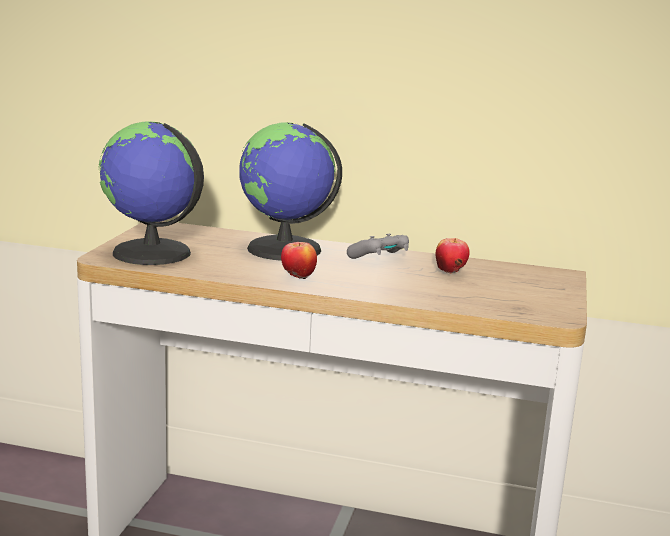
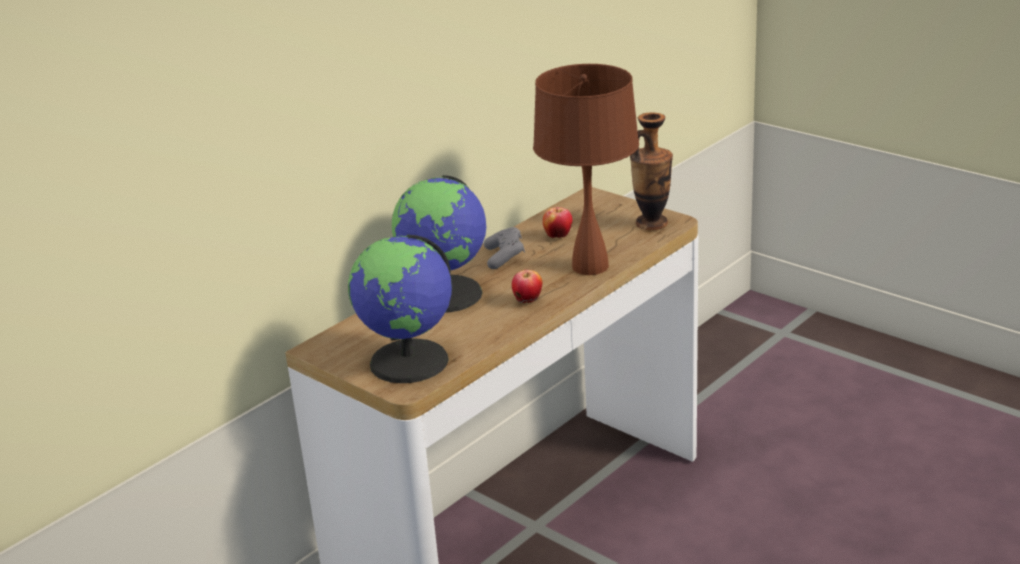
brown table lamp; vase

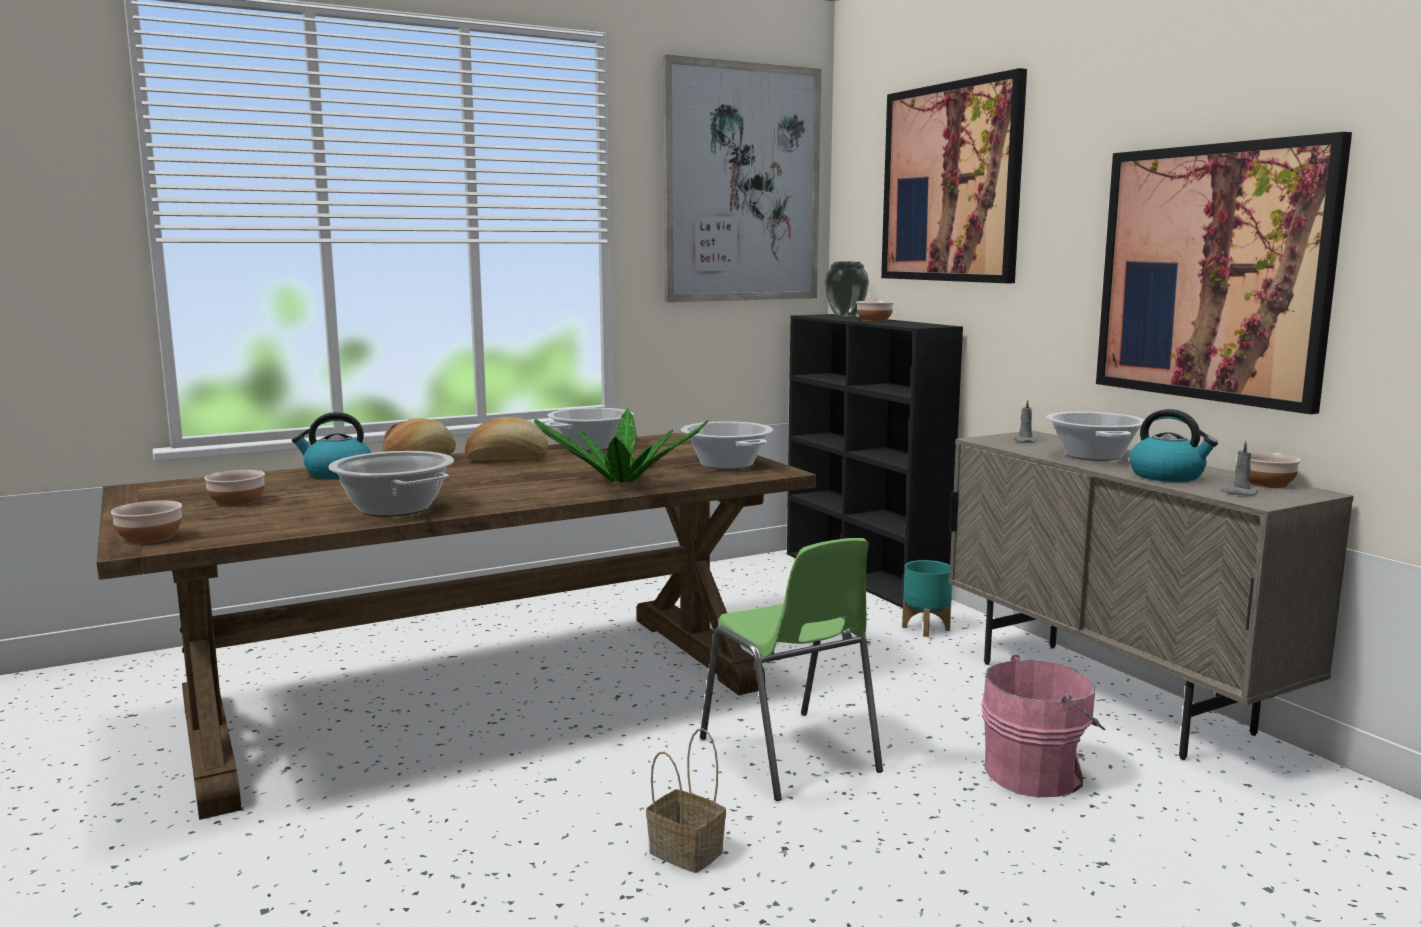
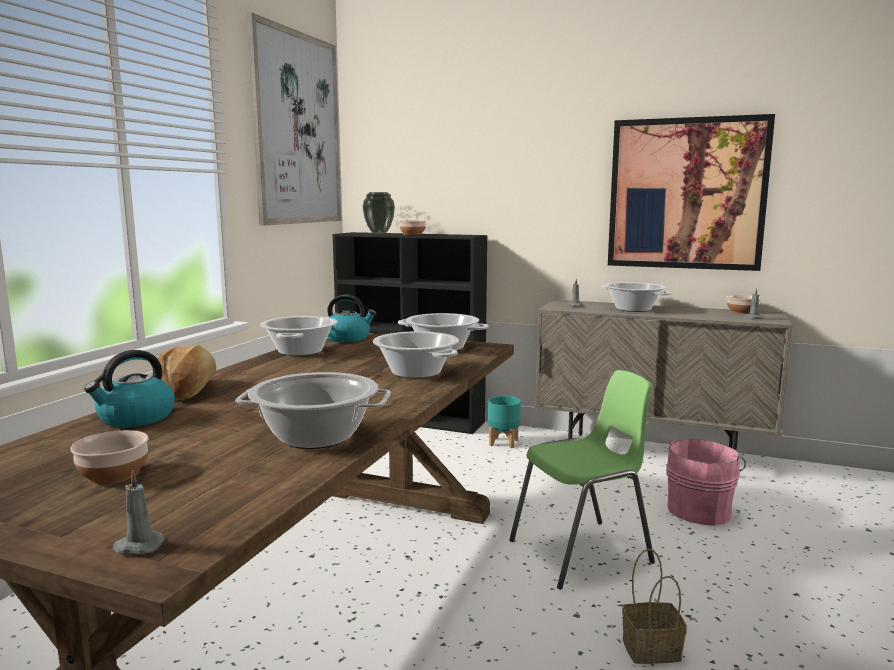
picture (2nd from left in the first image); cooking pot (3rd from left); kettle (2nd from left); bread (2nd from left in the first image); grey candle (1st from left); green chair

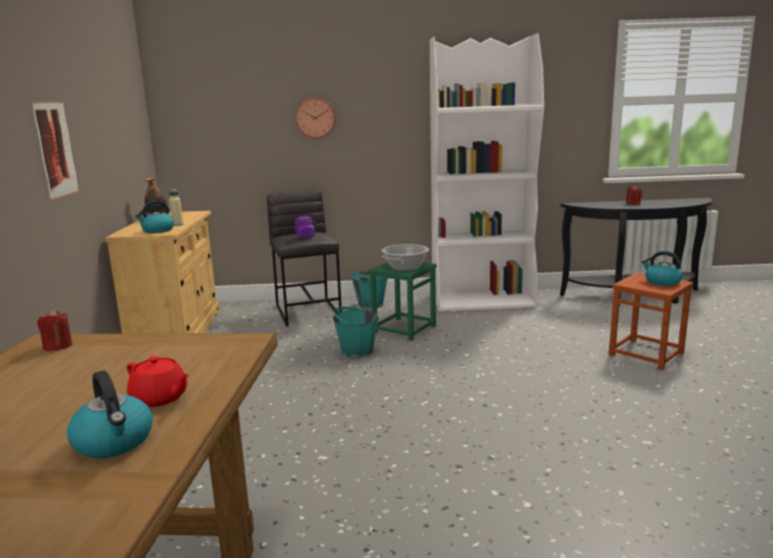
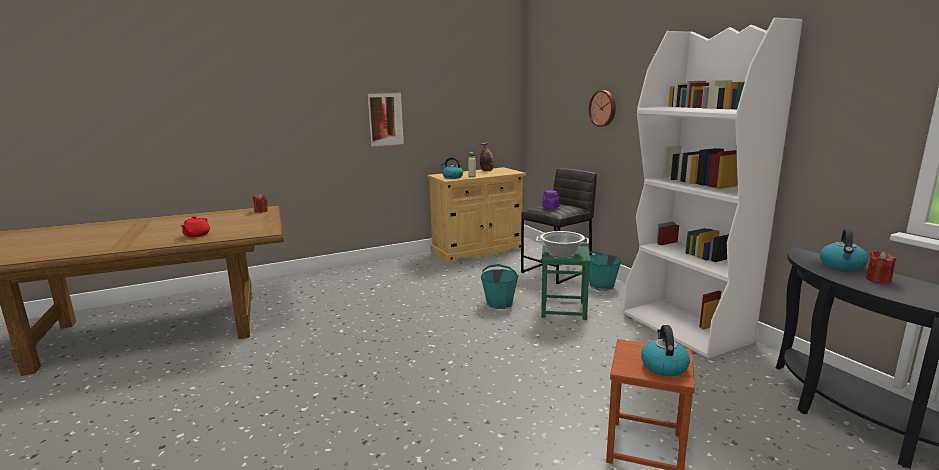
kettle (3rd from left)

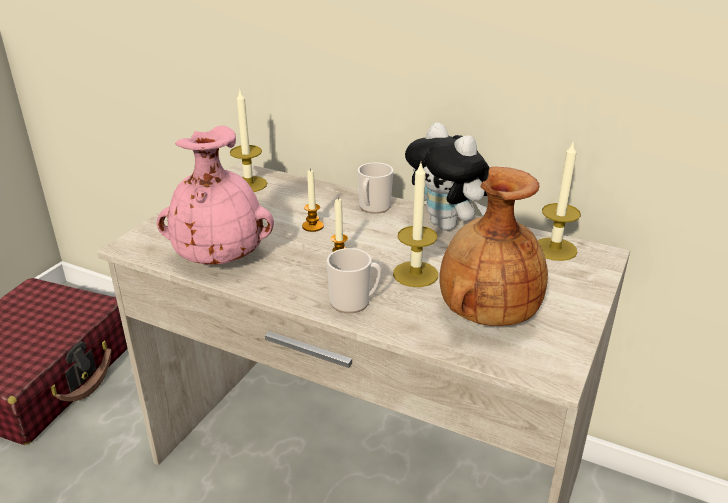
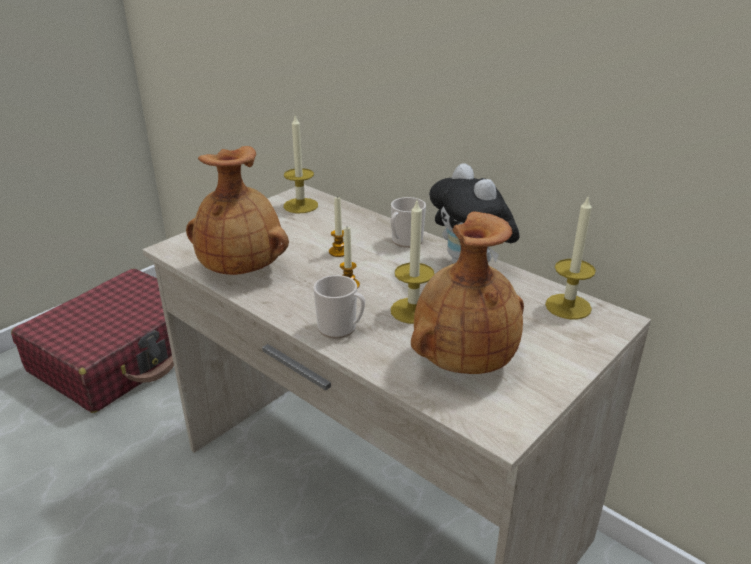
brown vase (1st from left)

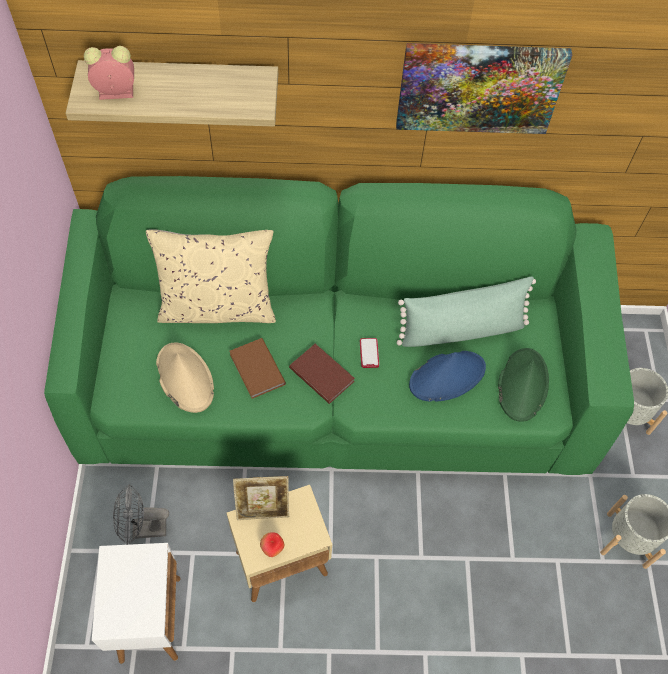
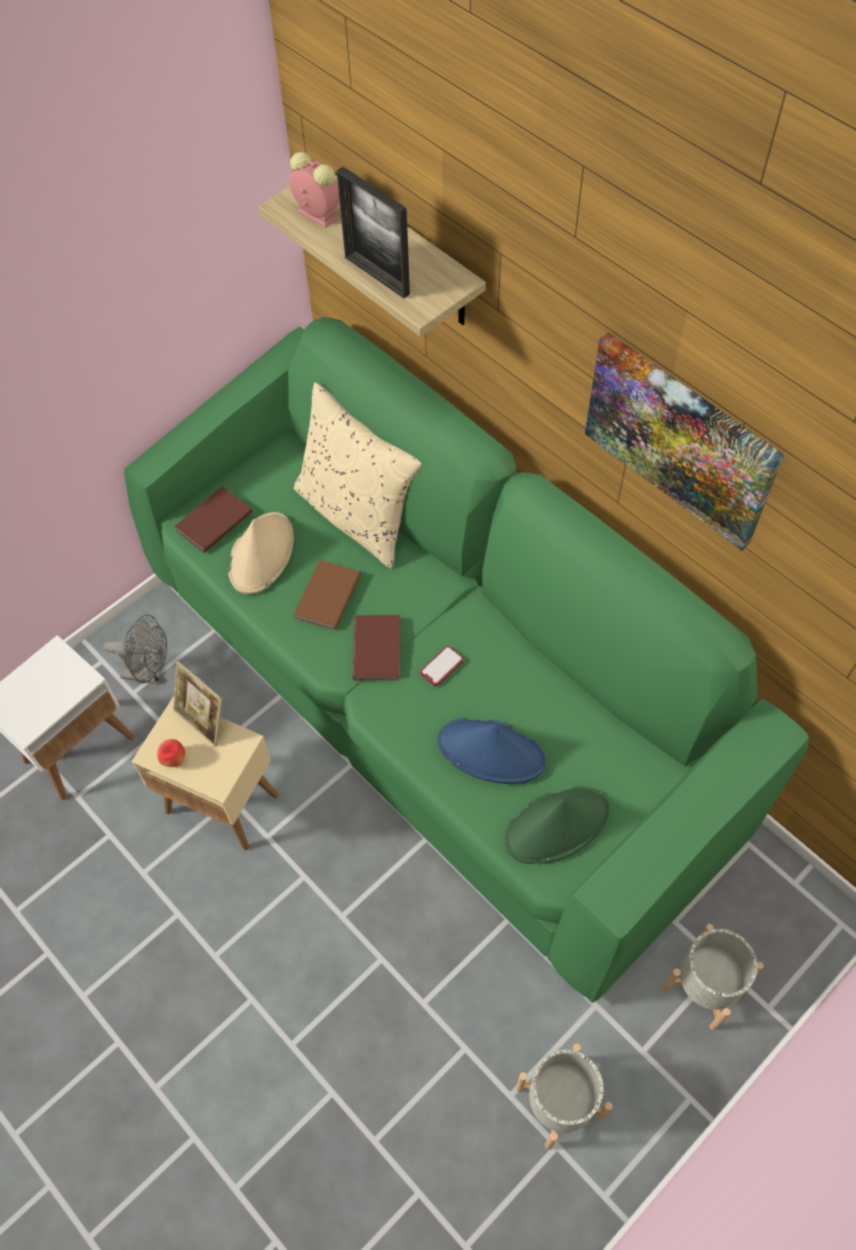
green pillow; grey fan; picture frame (2nd from left); brown book (1st from left)

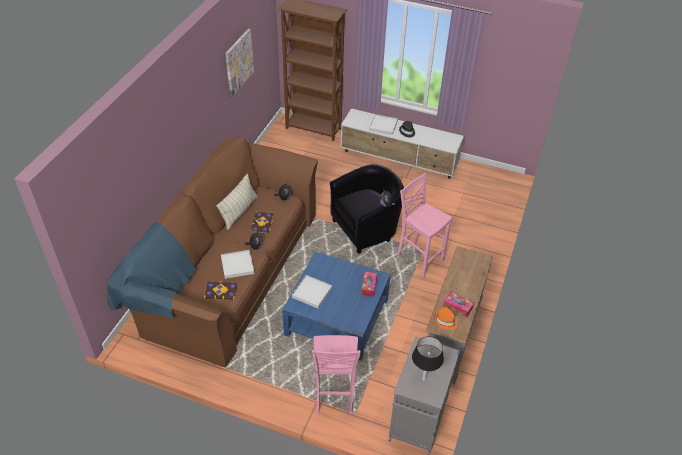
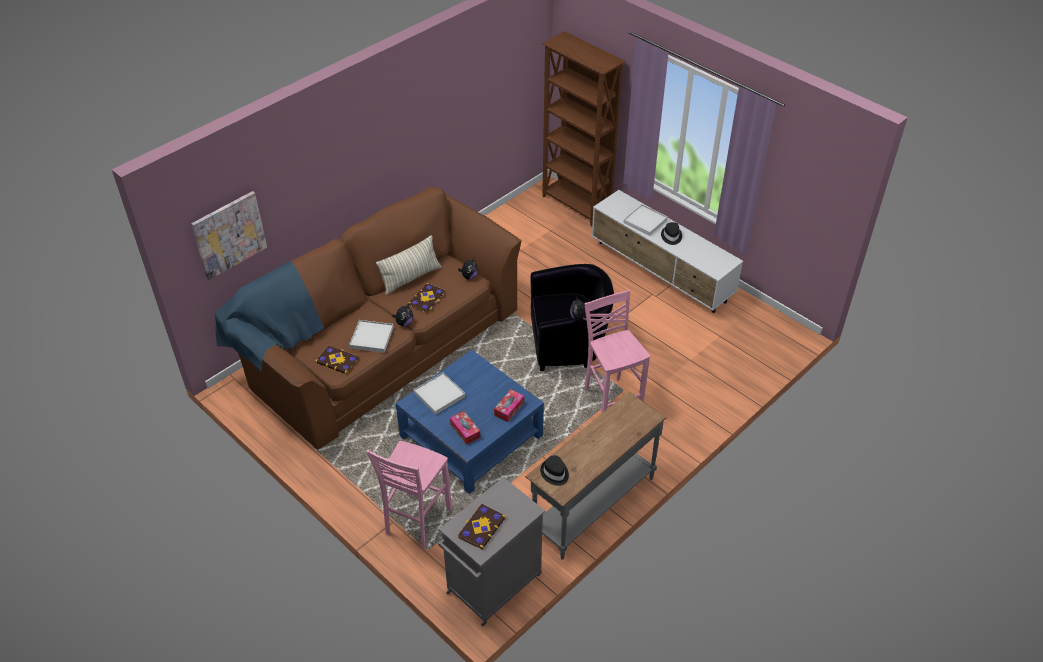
picture; tissue box (1st from left); black hat (1st from left); book (3rd from left)

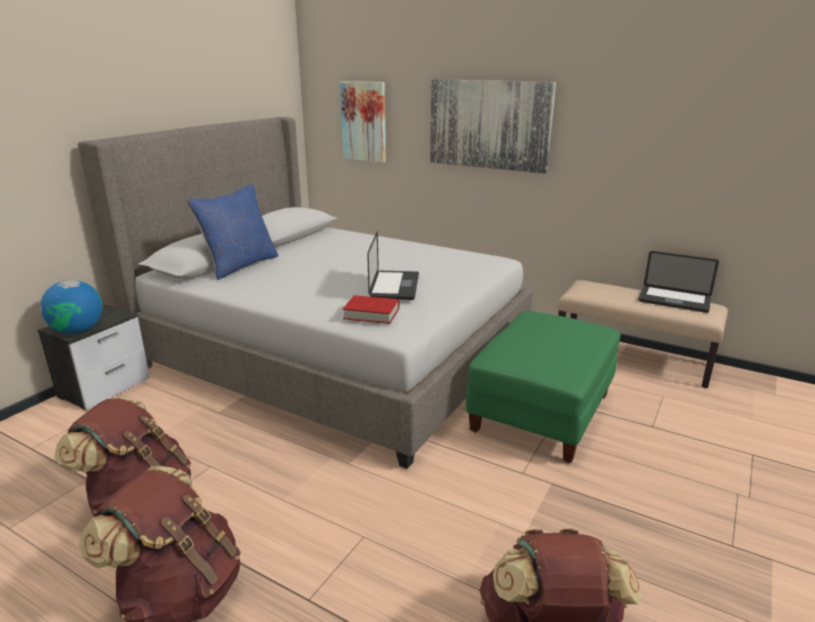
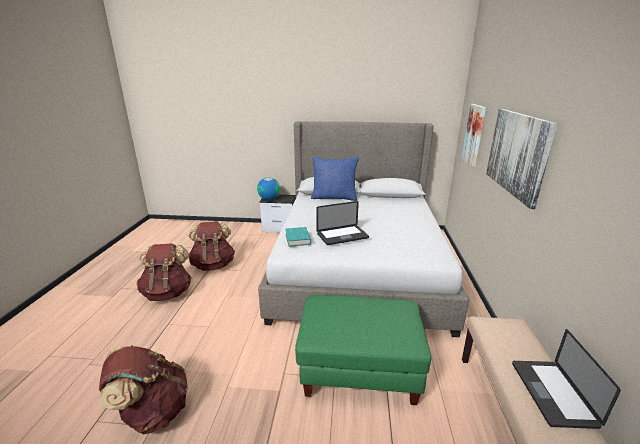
turquoise book

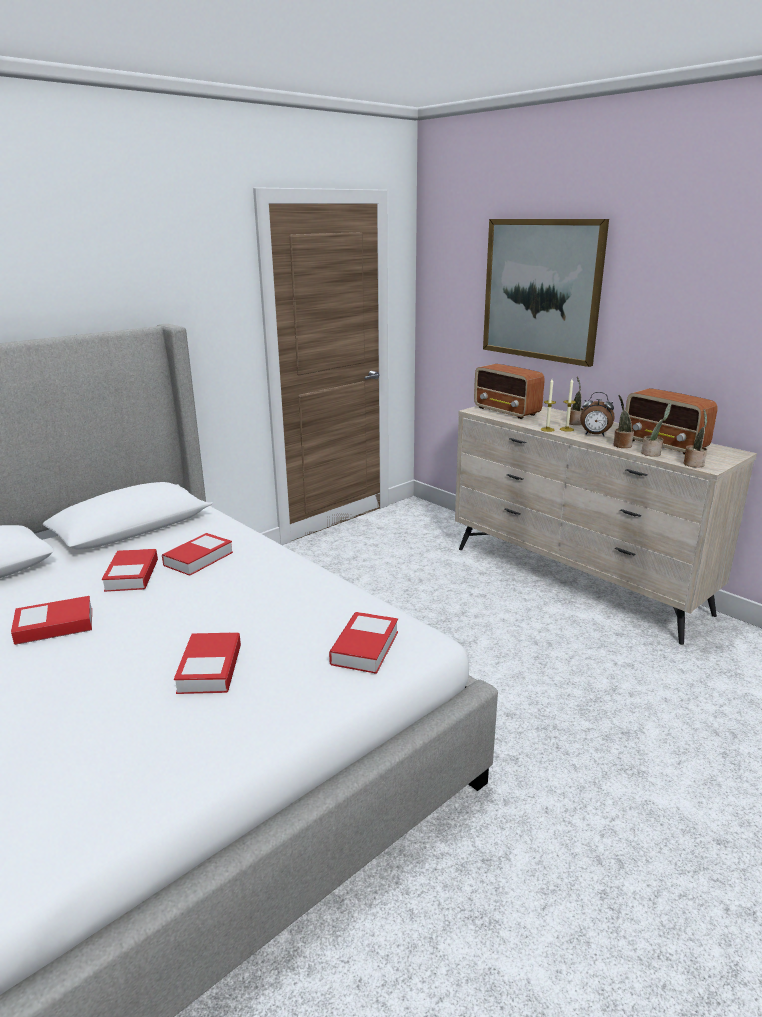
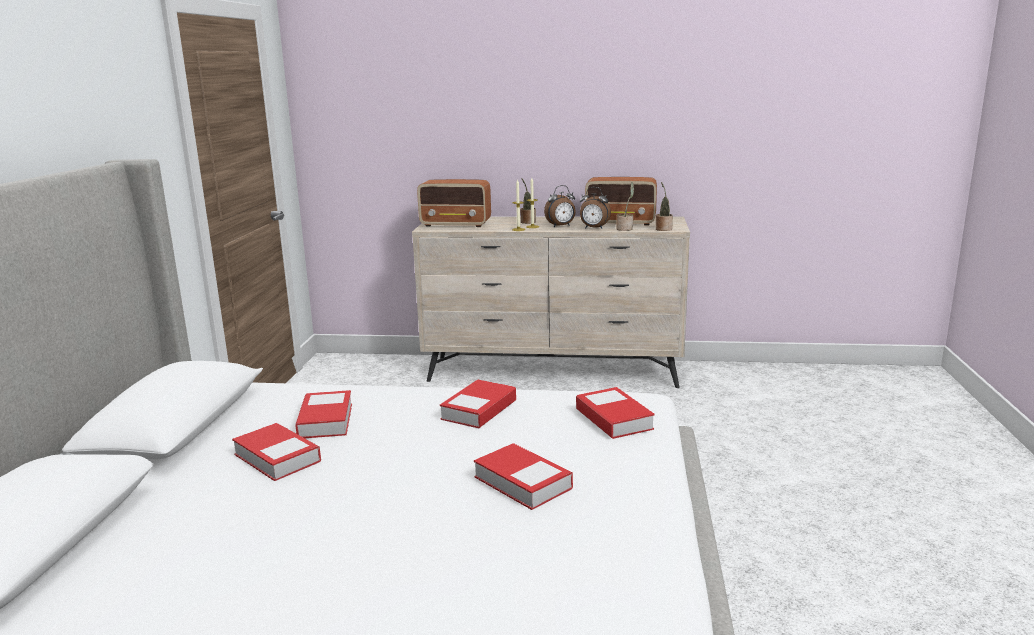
picture; alarm clock (2nd from left); book (3rd from left)

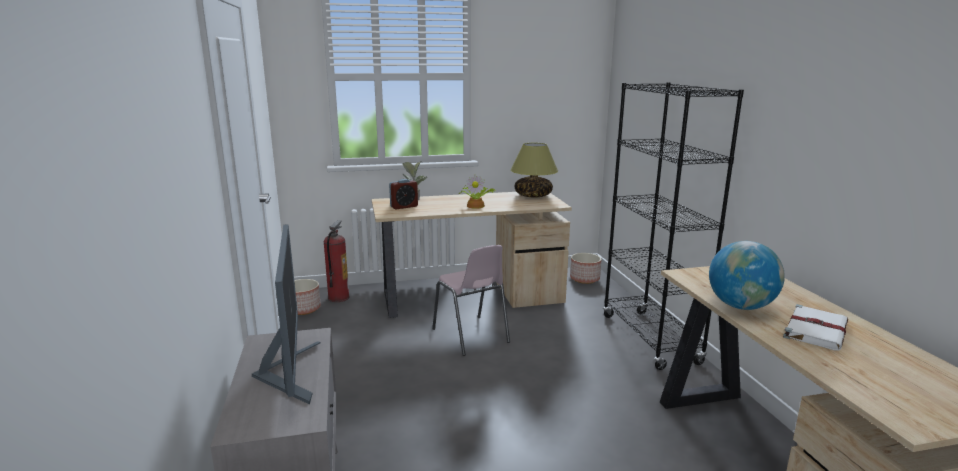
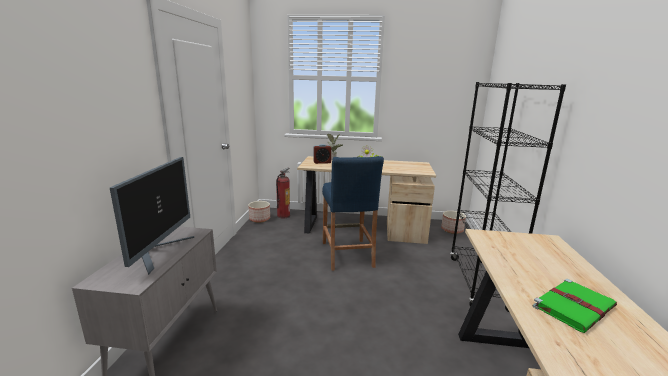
table lamp; globe; blue stool; green book

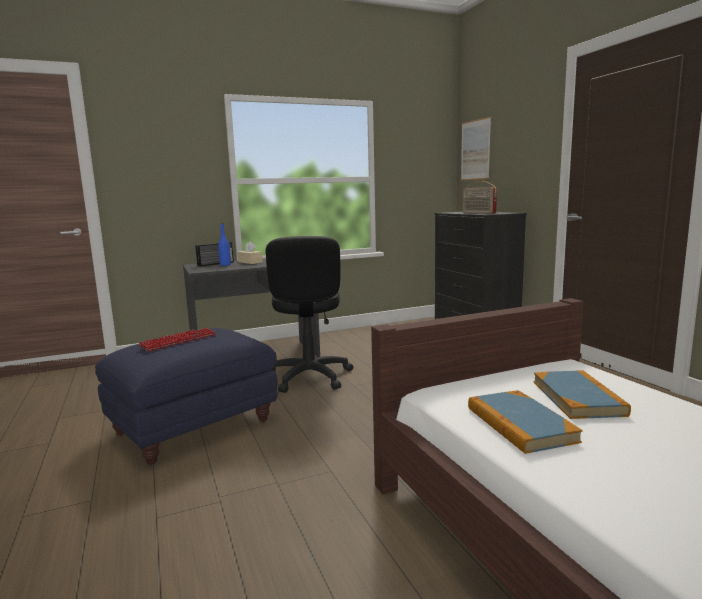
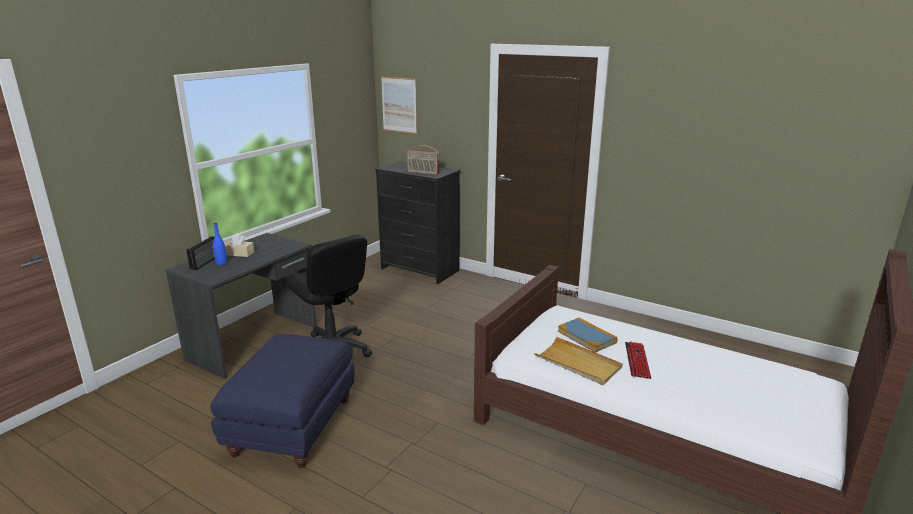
keyboard; beige tray

